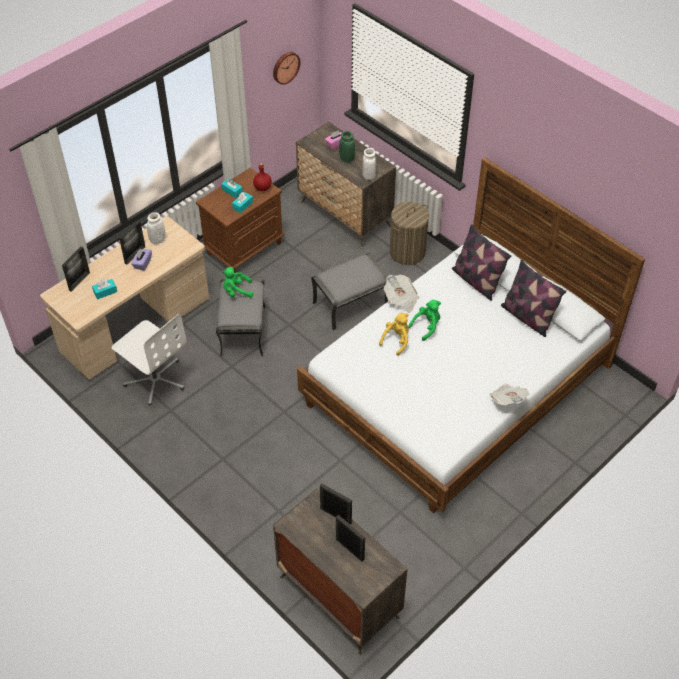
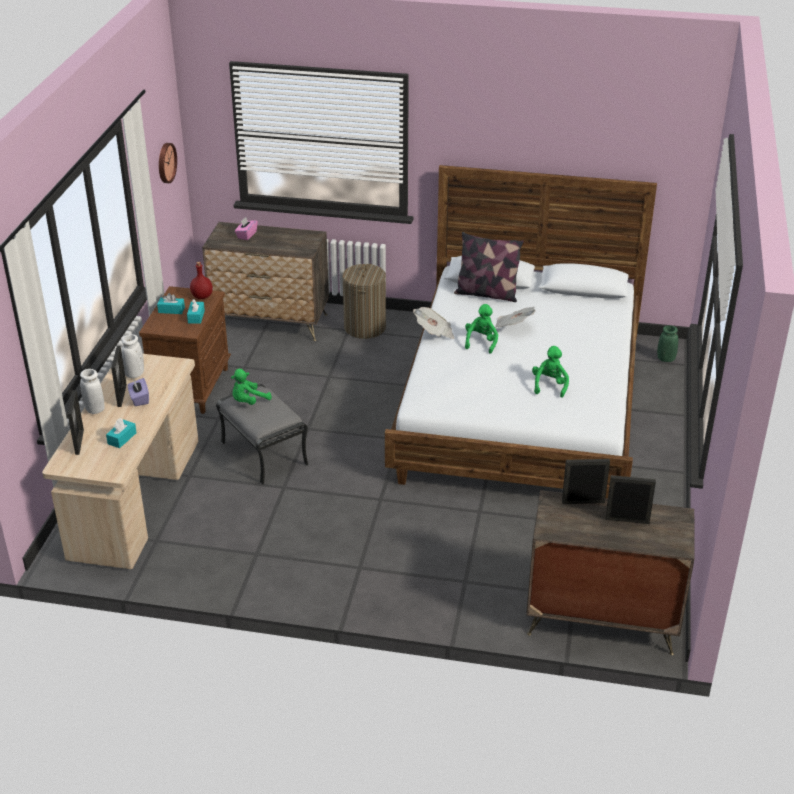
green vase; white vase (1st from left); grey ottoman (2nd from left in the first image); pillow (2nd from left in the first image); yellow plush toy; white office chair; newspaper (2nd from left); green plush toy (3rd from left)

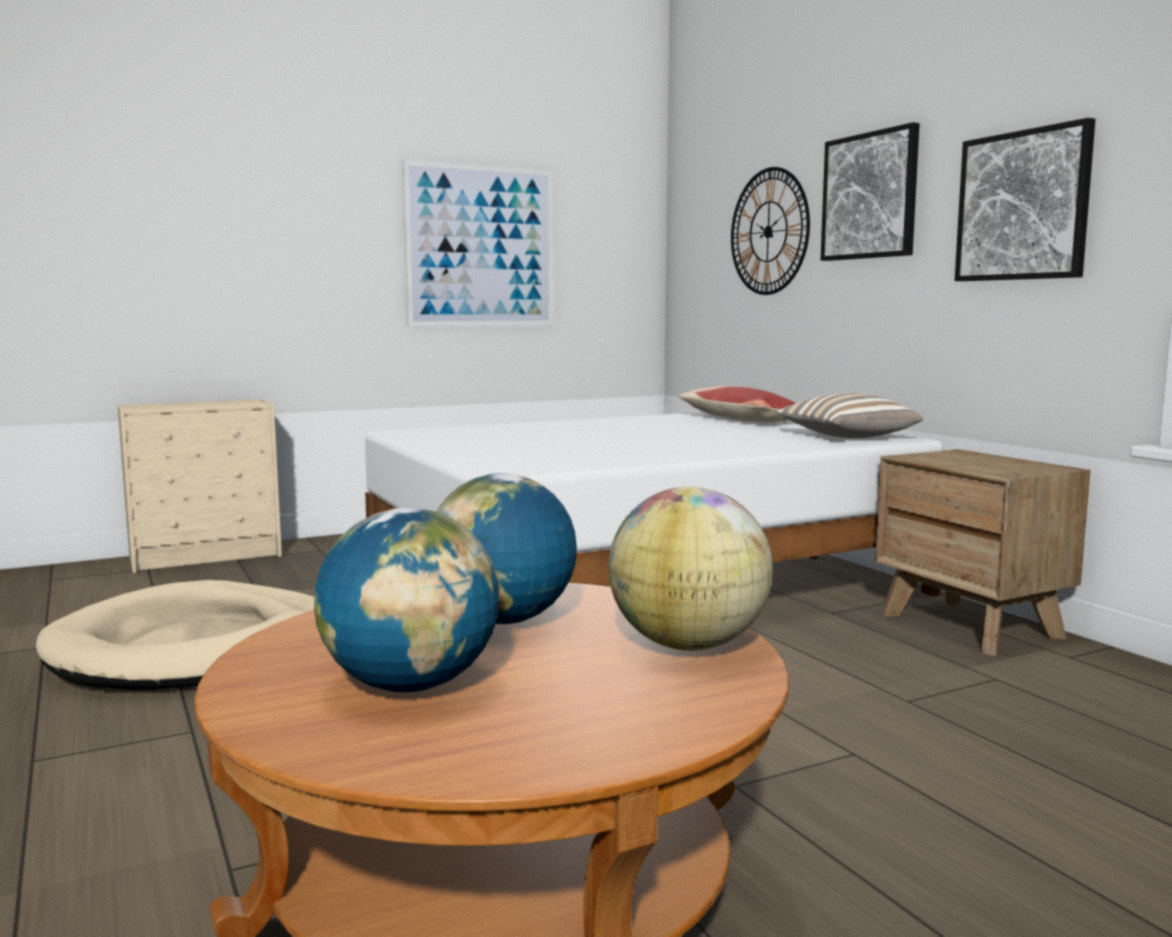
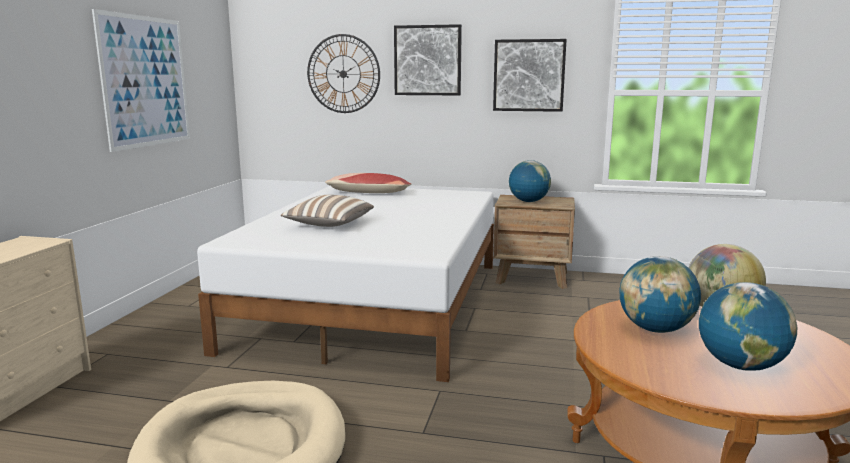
pillow (1st from left); globe (1st from left)

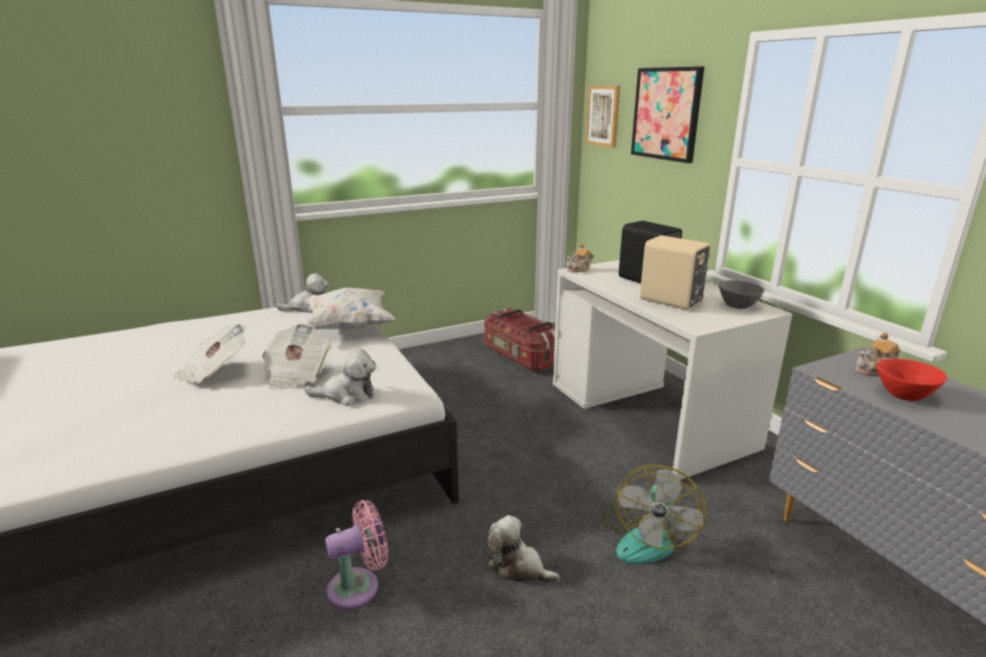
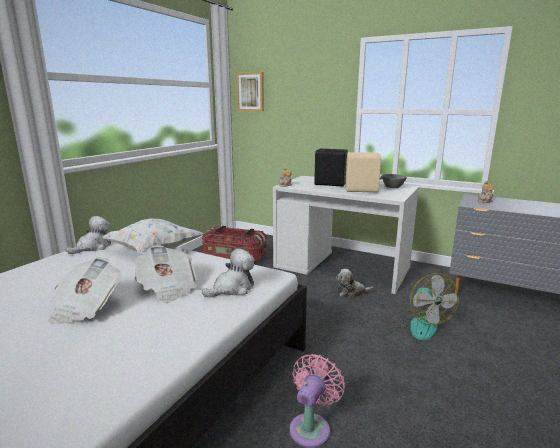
picture (2nd from left in the first image); red bowl; plush toy (3rd from left)

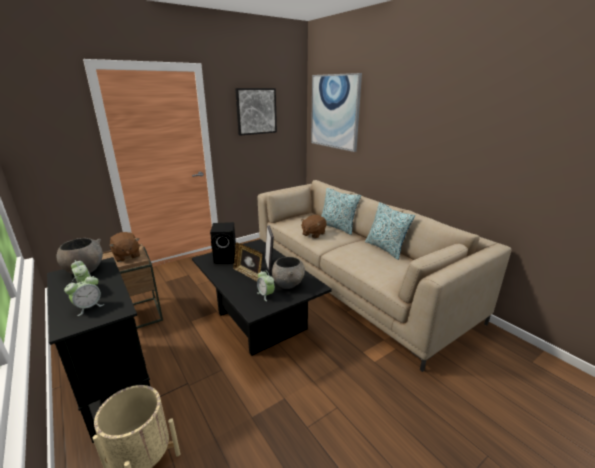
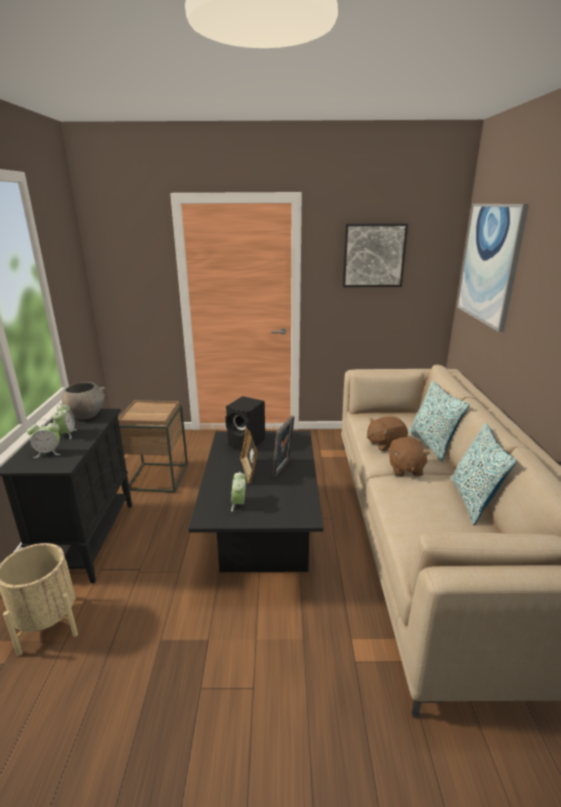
brown plush toy (2nd from left); grey bowl (2nd from left in the first image)

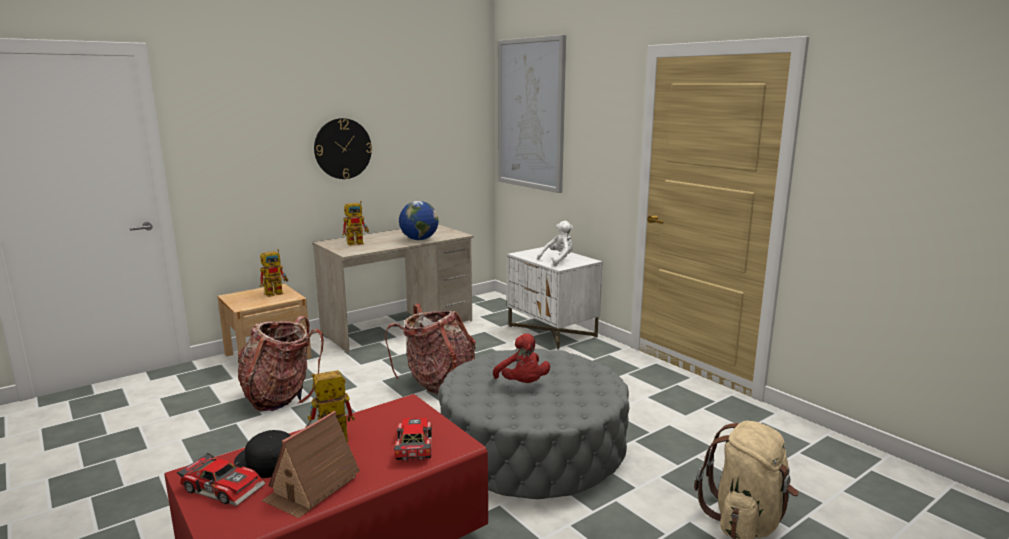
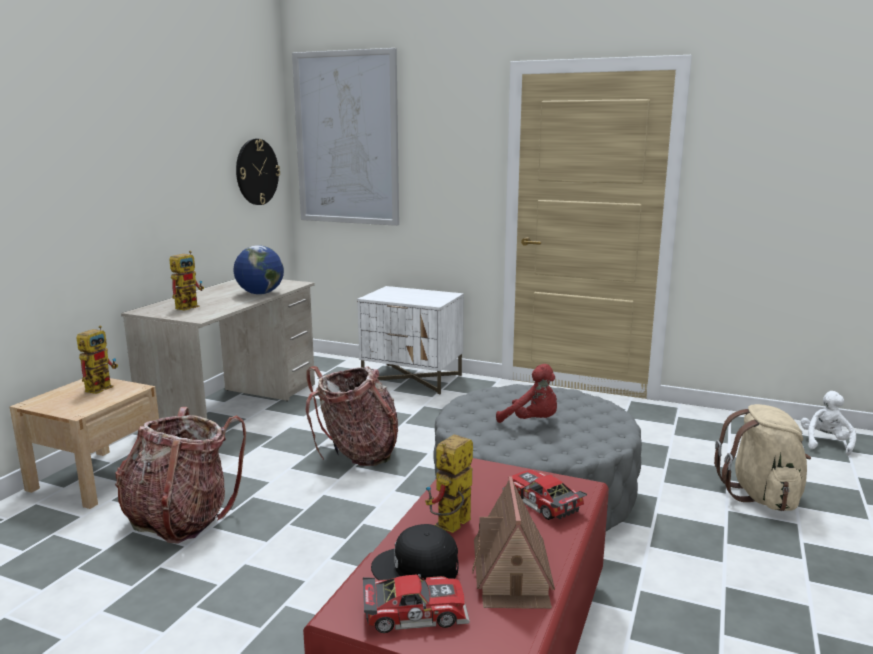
wall clock; white plush toy

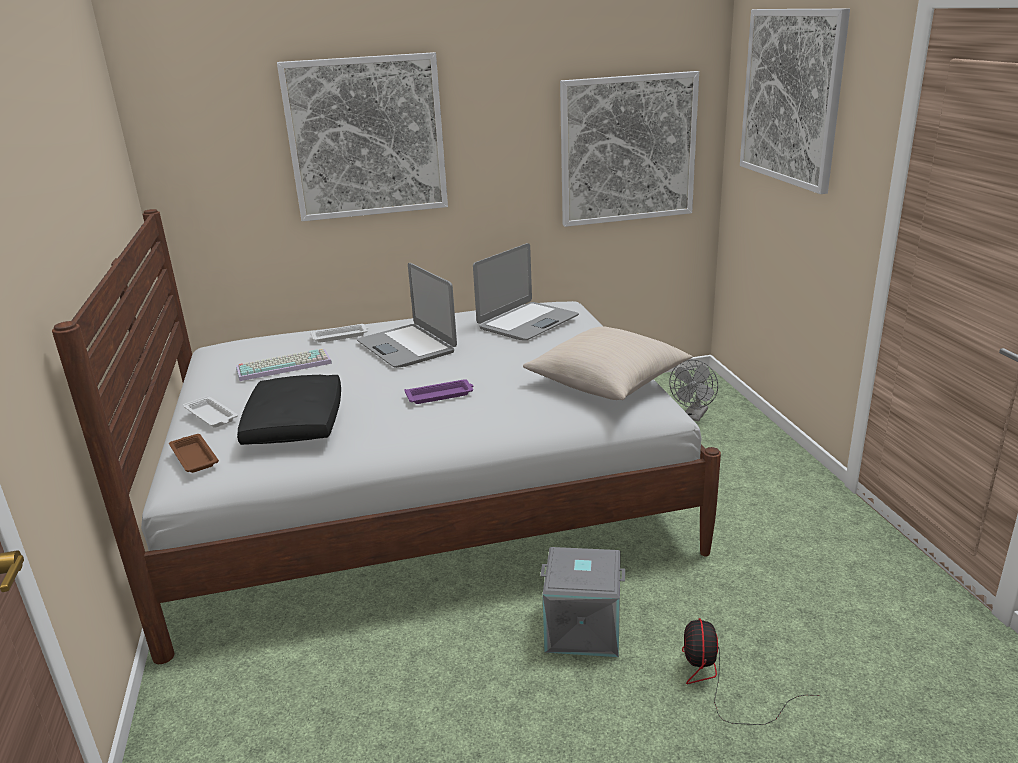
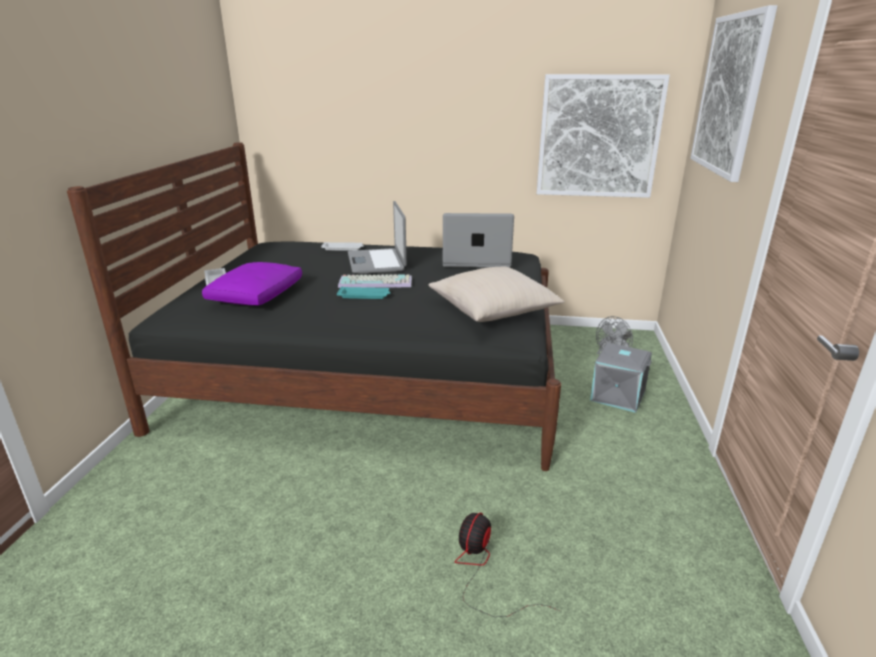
picture (1st from left in the first image); black bed; laptop (2nd from left); keyboard; purple pillow; turquoise tray; brown tray; grey storage box

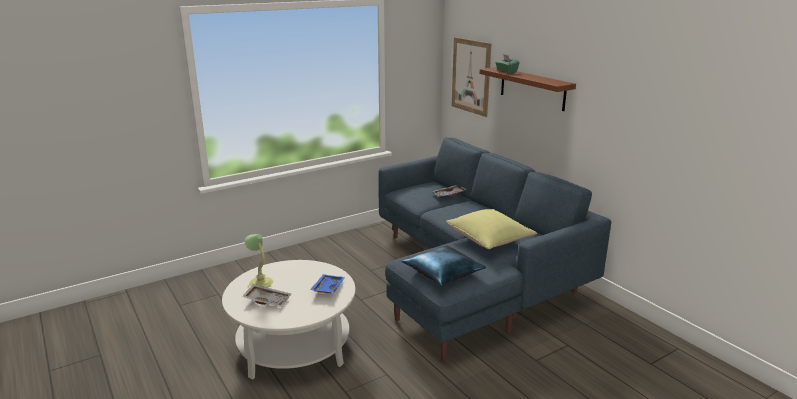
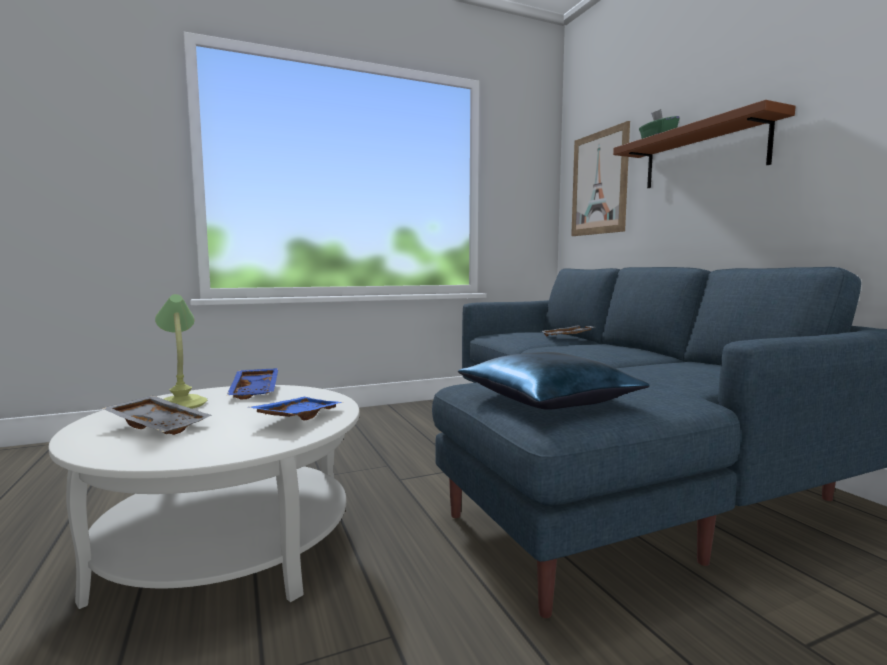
yellow pillow; blue tray (1st from left)

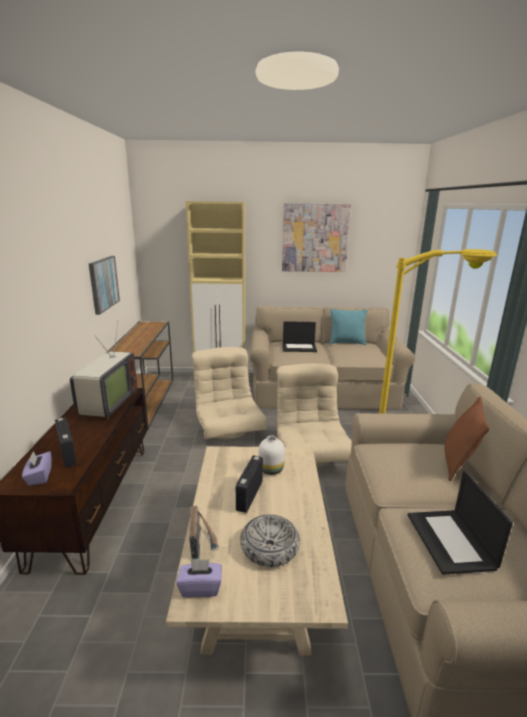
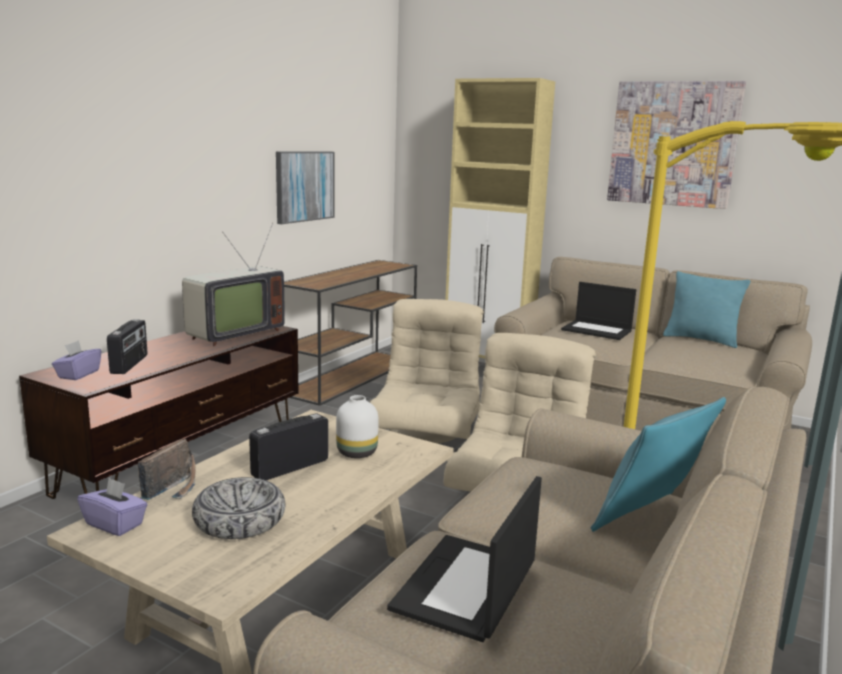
turquoise pillow (1st from left)

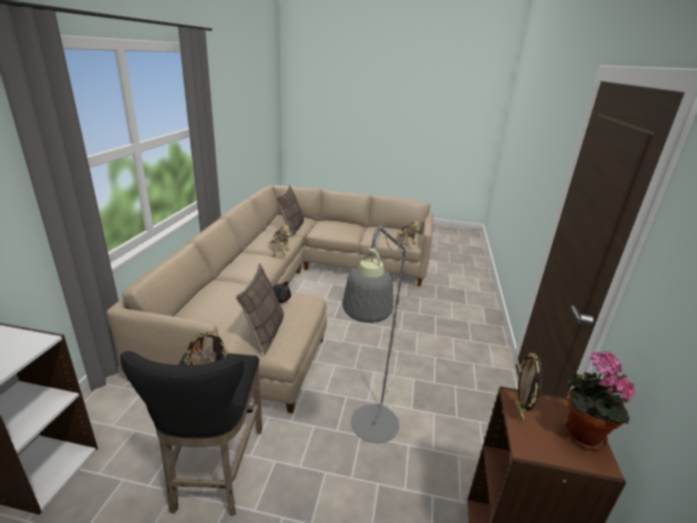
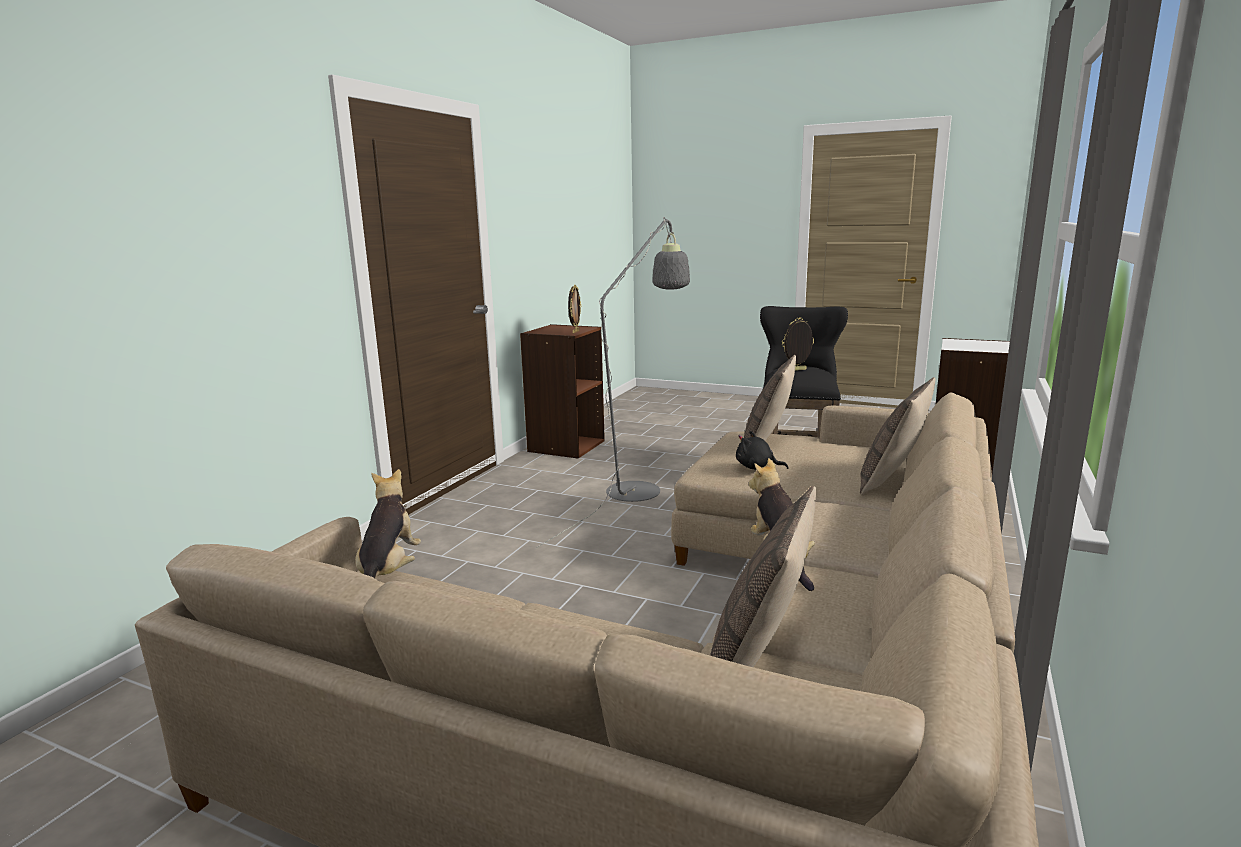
potted plant; pillow (3rd from left)

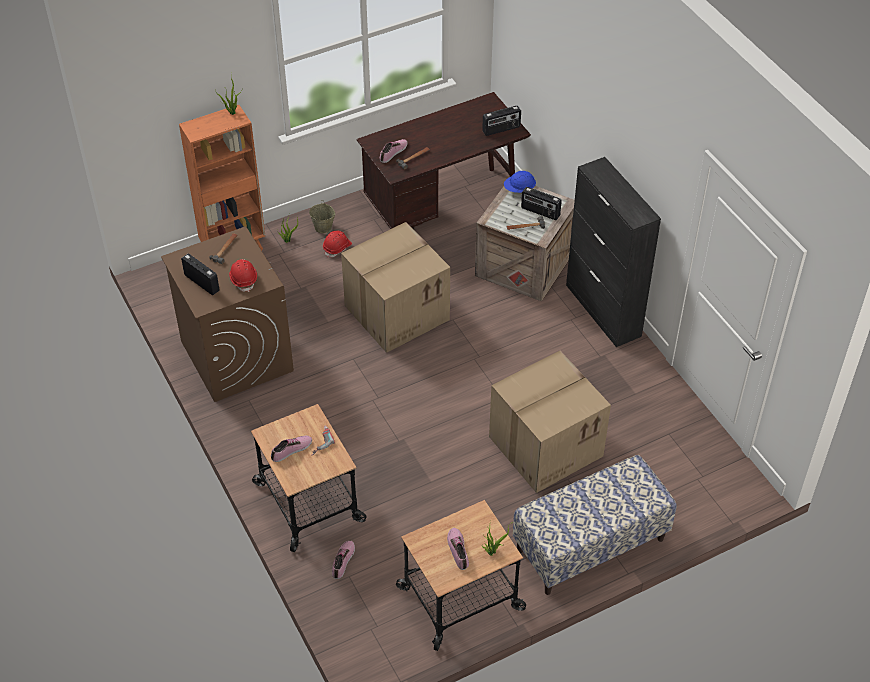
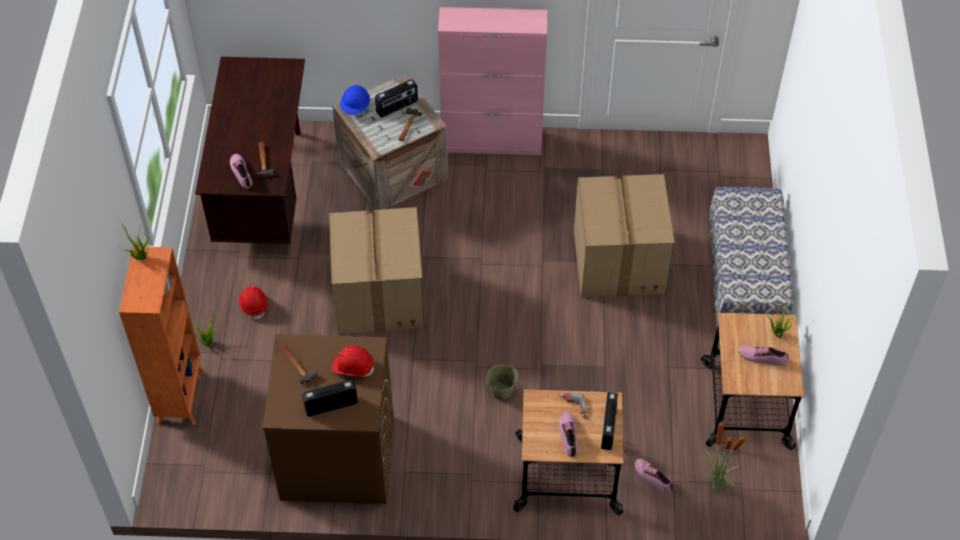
radio (3rd from left); pink cabinet; beige bucket; potted plant (3rd from left)

